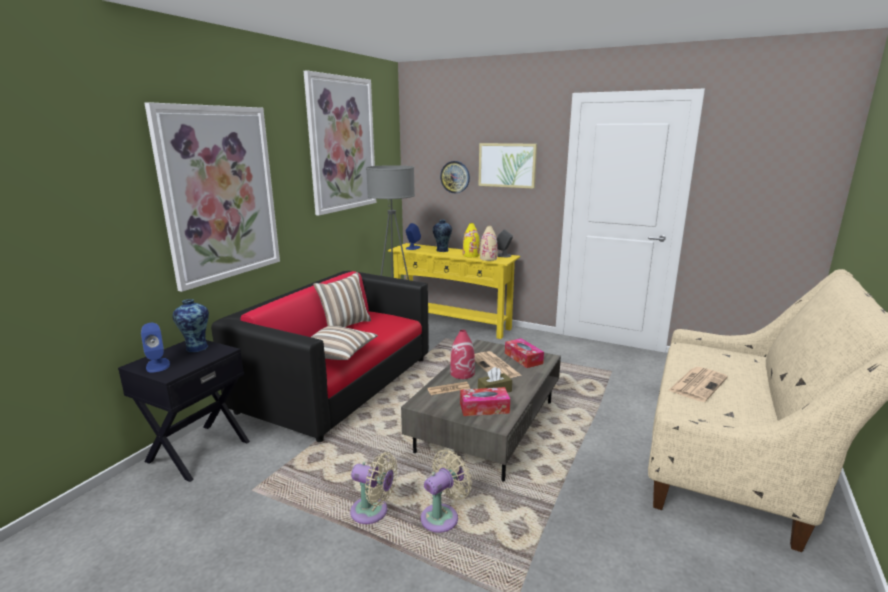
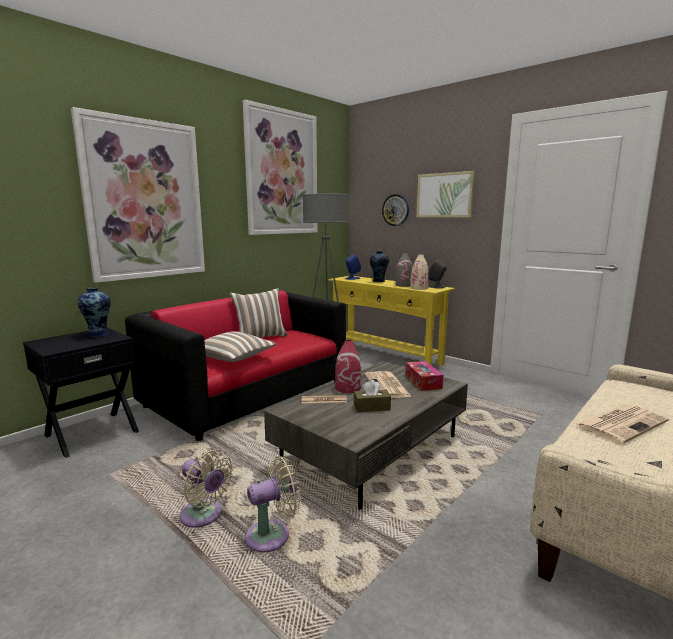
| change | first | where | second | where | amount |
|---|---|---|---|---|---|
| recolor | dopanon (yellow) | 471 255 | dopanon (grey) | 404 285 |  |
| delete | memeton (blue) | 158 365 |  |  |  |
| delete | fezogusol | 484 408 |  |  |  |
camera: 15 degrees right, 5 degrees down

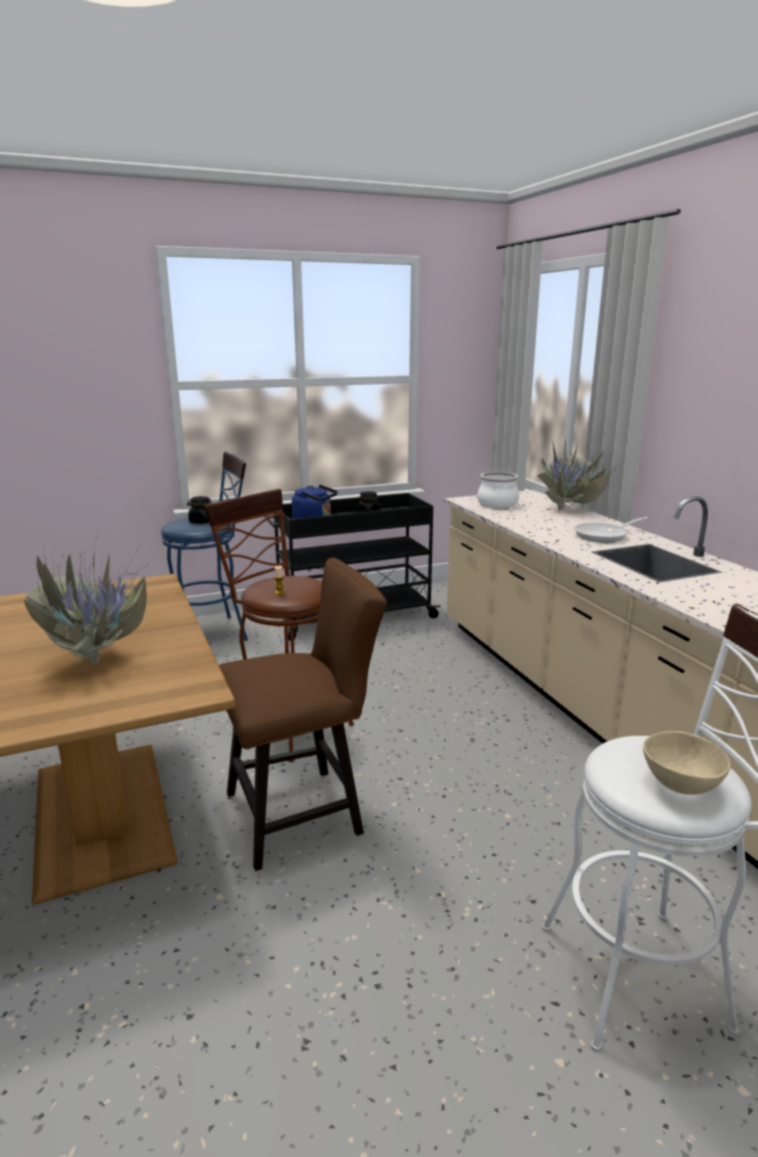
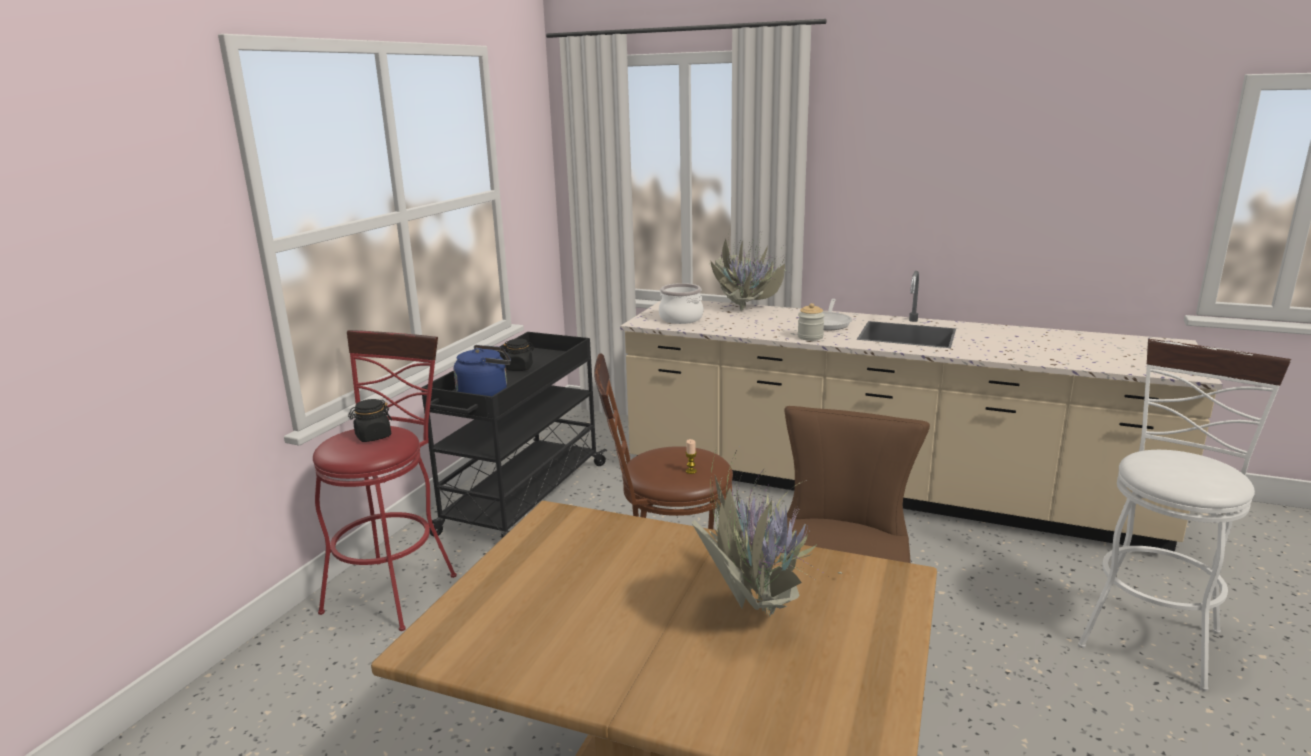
| change | first | where | second | where | amount |
|---|---|---|---|---|---|
| recolor | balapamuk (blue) | 214 632 | balapamuk (red) | 396 587 |  |
| insert |  |  | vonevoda | 810 337 |  |
| delete | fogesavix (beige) | 680 785 |  |  |  |
camera: 45 degrees left, 0 degrees up

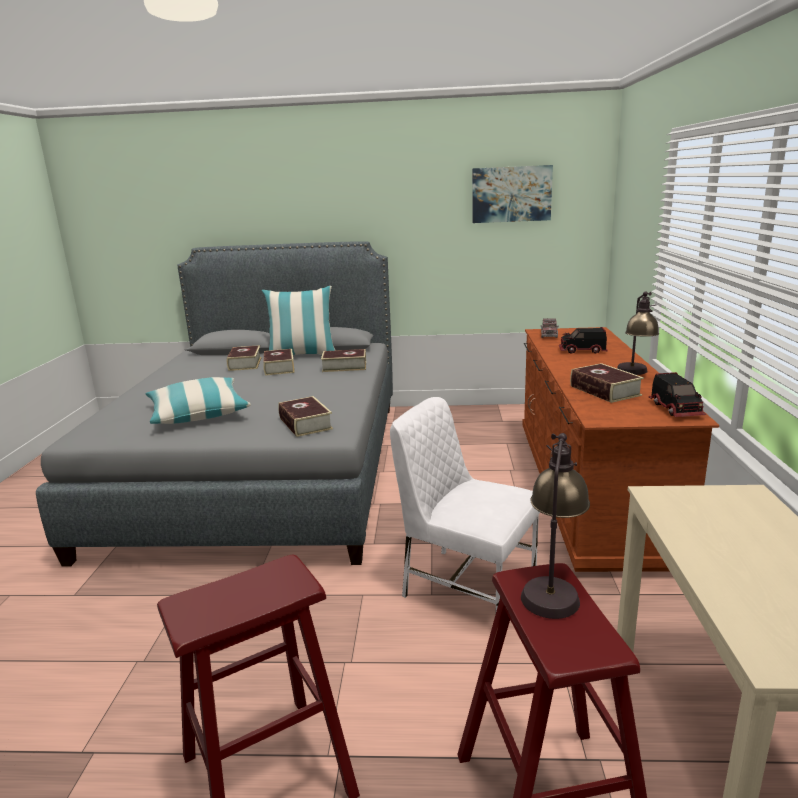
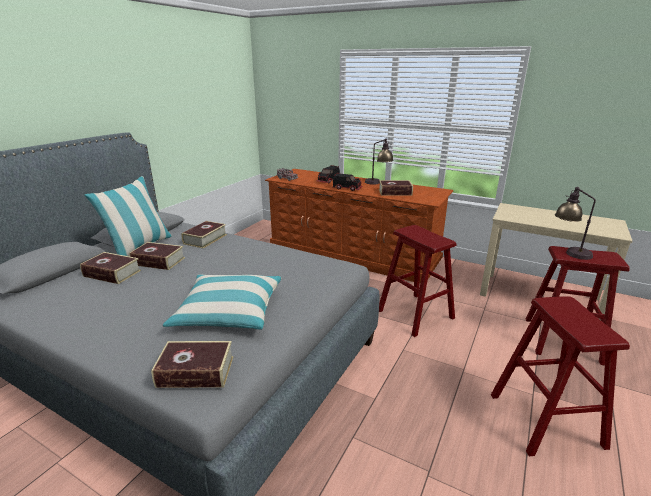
| change | first | where | second | where | amount |
|---|---|---|---|---|---|
| move | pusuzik | 305 423 |  | 196 372 |  |
| move | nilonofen | 676 409 |  | 347 188 |  |
| replace | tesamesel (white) | 467 586 | balapamuk (red) | 415 314 |  |
| delete | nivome | 511 194 |  |  |  |
camera: 65 degrees left, 5 degrees up

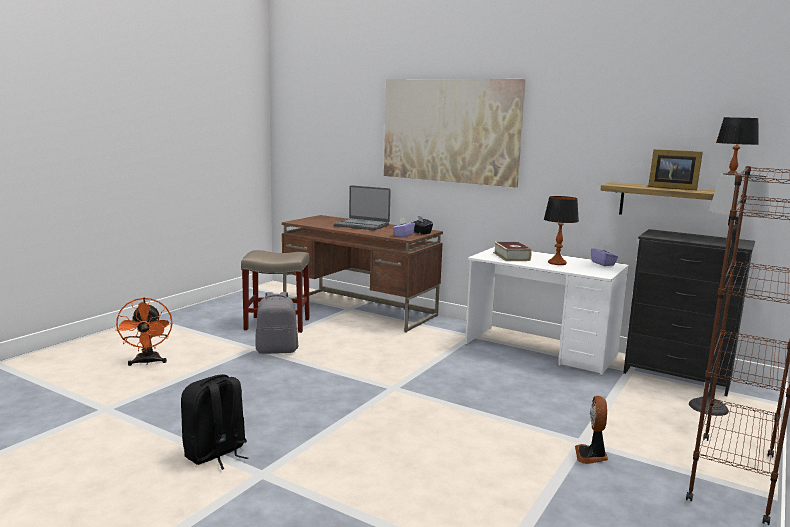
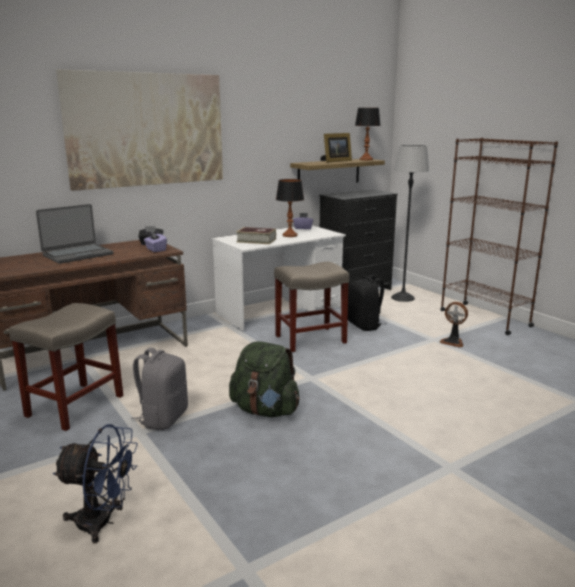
| change | first | where | second | where | amount |
|---|---|---|---|---|---|
| recolor | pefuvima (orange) | 147 362 | pefuvima (blue) | 103 522 |  |
| insert |  |  | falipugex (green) | 265 410 |  |
| insert |  |  | balapamuk (beige) | 309 339 |  |
| move | falipugex (black) | 215 454 |  | 365 325 |  |
camera: 65 degrees left, 5 degrees up

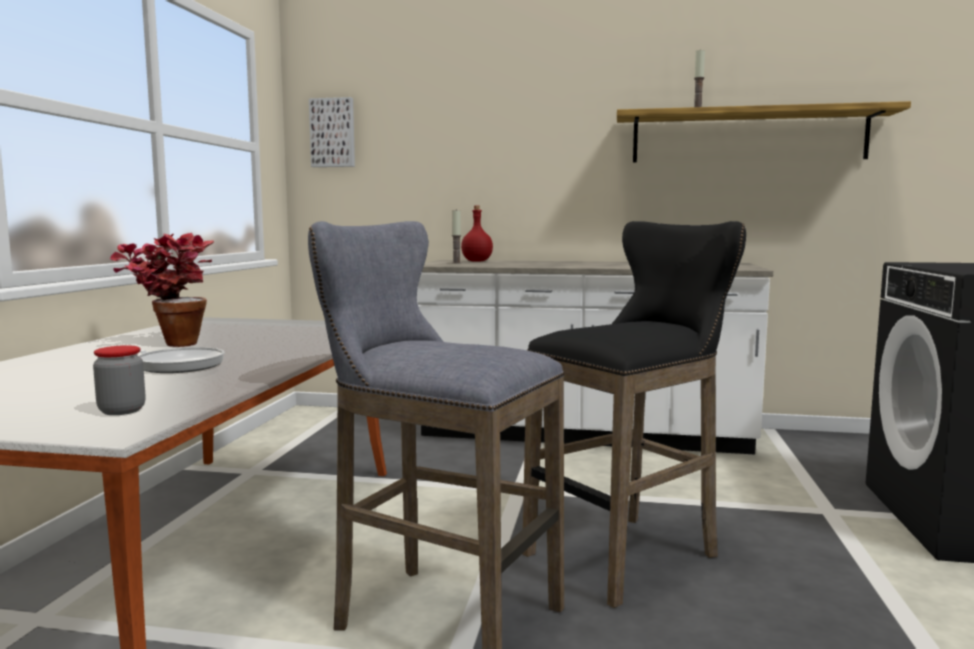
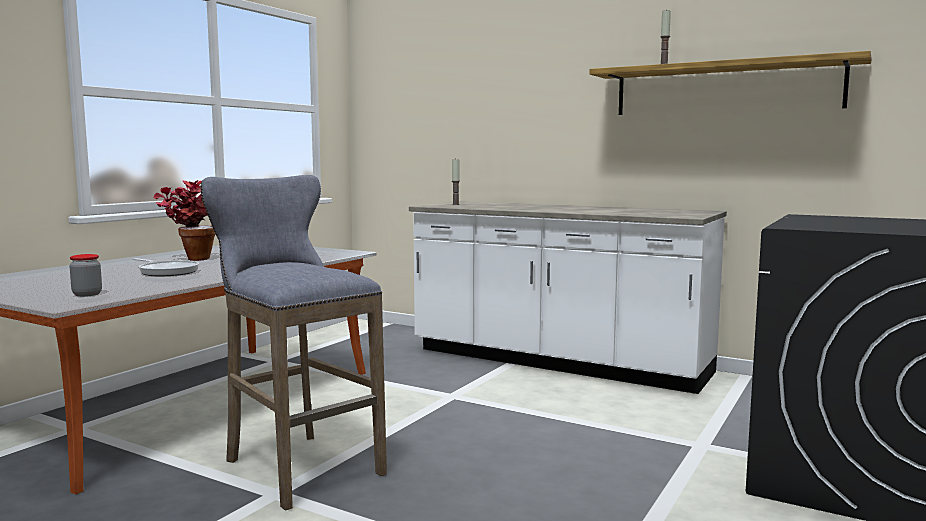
| change | first | where | second | where | amount |
|---|---|---|---|---|---|
| delete | nivome | 333 133 |  |  |  |
| delete | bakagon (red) | 476 261 |  |  |  |
| delete | balapamuk (black) | 629 553 |  |  |  |
camera: 20 degrees right, 0 degrees up

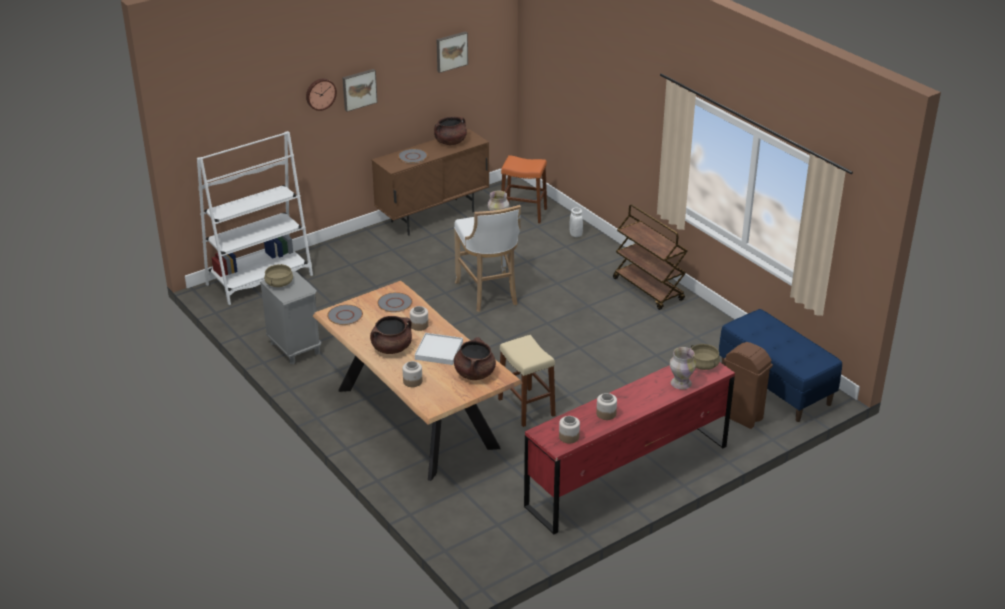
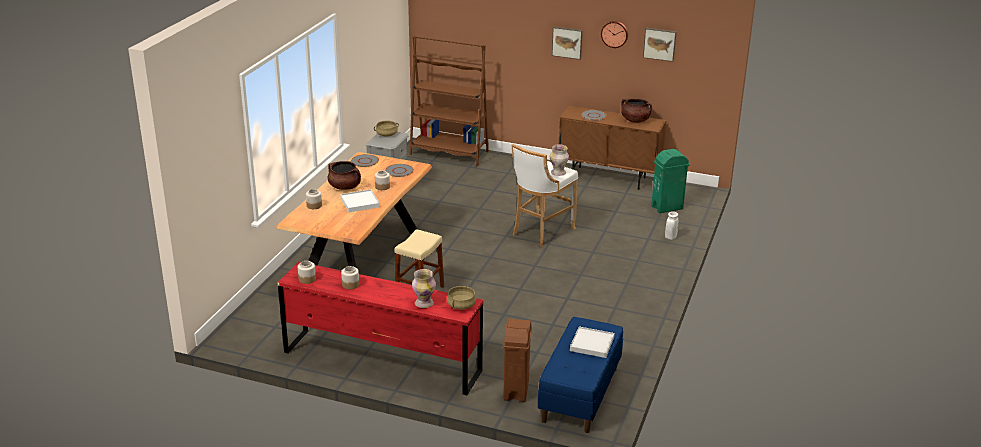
| change | first | where | second | where | amount |
|---|---|---|---|---|---|
| recolor | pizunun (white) | 260 280 | pizunun (brown) | 449 153 |  |
| insert |  |  | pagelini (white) | 592 344 |  |
| move | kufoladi | 320 93 |  | 614 34 |  |
| replace | balapamuk (orange) | 523 213 | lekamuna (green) | 667 208 |  |
| delete | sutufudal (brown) | 474 373 |  |  |  |
| delete | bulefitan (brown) | 648 289 |  |  |  |
camera: 55 degrees right, 5 degrees down

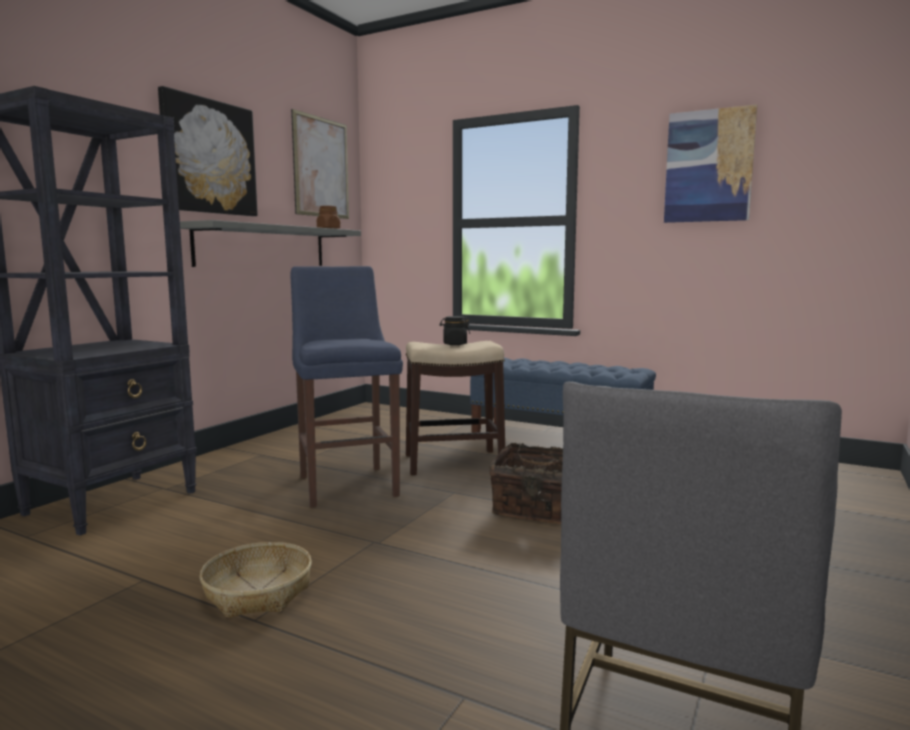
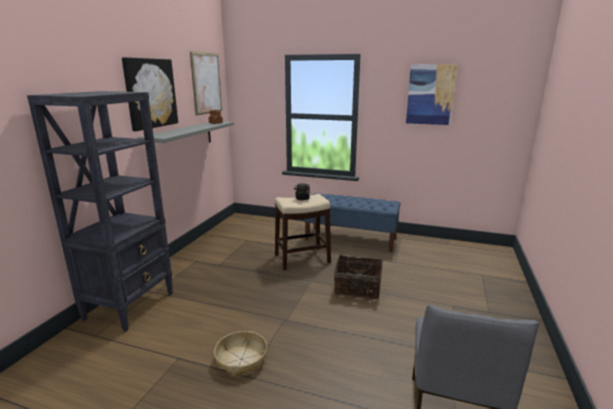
| change | first | where | second | where | amount |
|---|---|---|---|---|---|
| delete | balapamuk (blue) | 347 484 |  |  |  |
camera: 10 degrees left, 10 degrees up

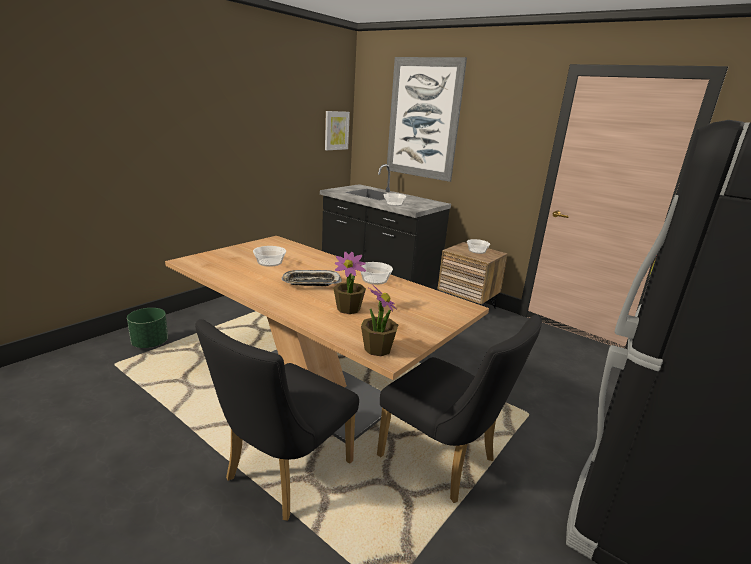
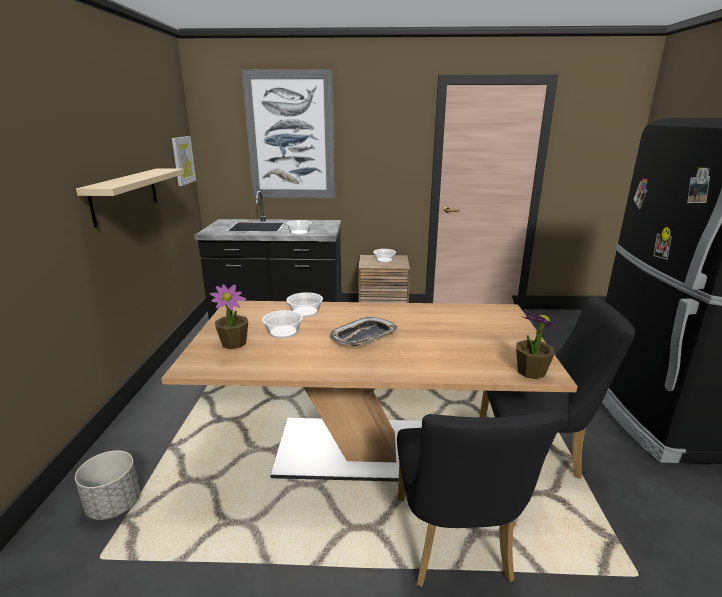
| change | first | where | second | where | amount |
|---|---|---|---|---|---|
| recolor | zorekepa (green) | 150 343 | zorekepa (grey) | 114 505 |  |
| insert |  |  | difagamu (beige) | 125 195 |  |
| move | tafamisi | 348 309 |  | 234 343 |  |
| move | fogesavix | 374 279 |  | 304 311 |  |
camera: 35 degrees left, 0 degrees up

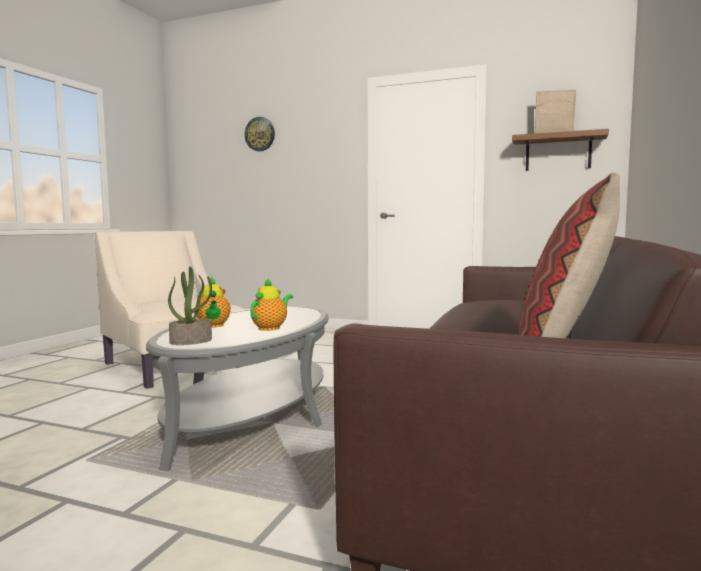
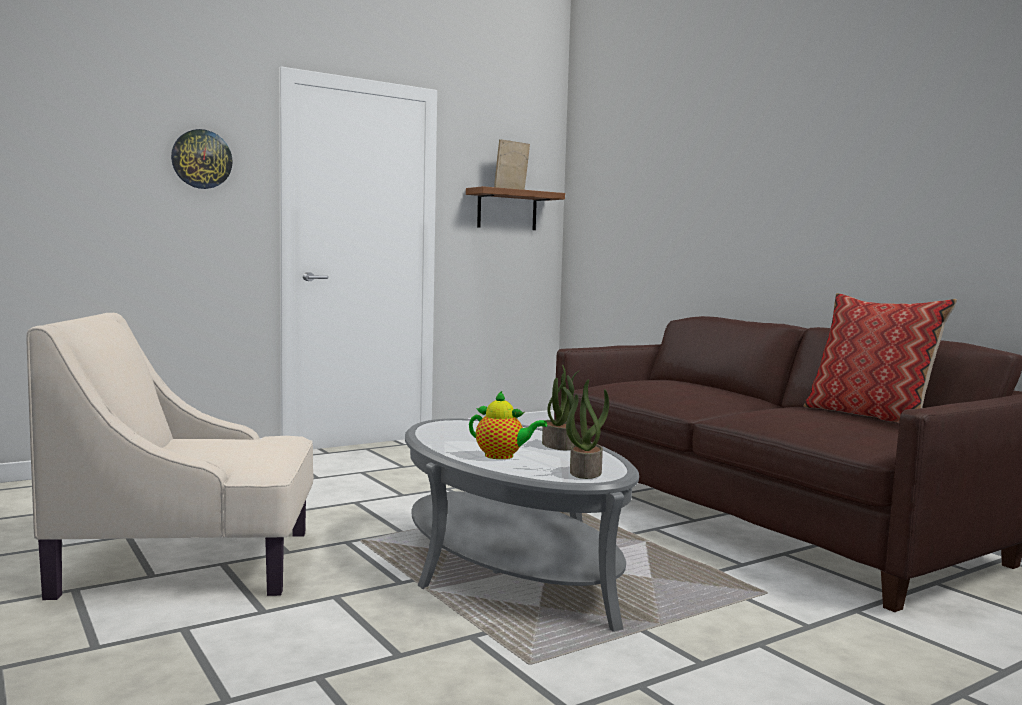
| change | first | where | second | where | amount |
|---|---|---|---|---|---|
| move | kufoladi | 260 134 |  | 201 159 |  |
| replace | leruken | 271 328 | tafamisi | 558 445 |  |
camera: 55 degrees left, 0 degrees up

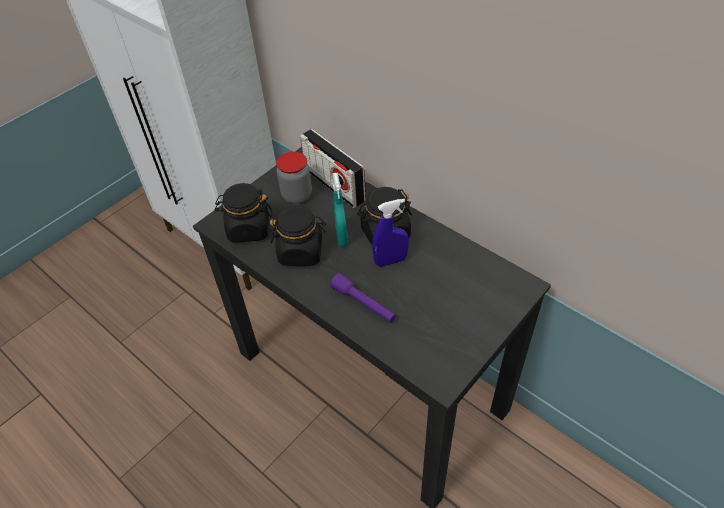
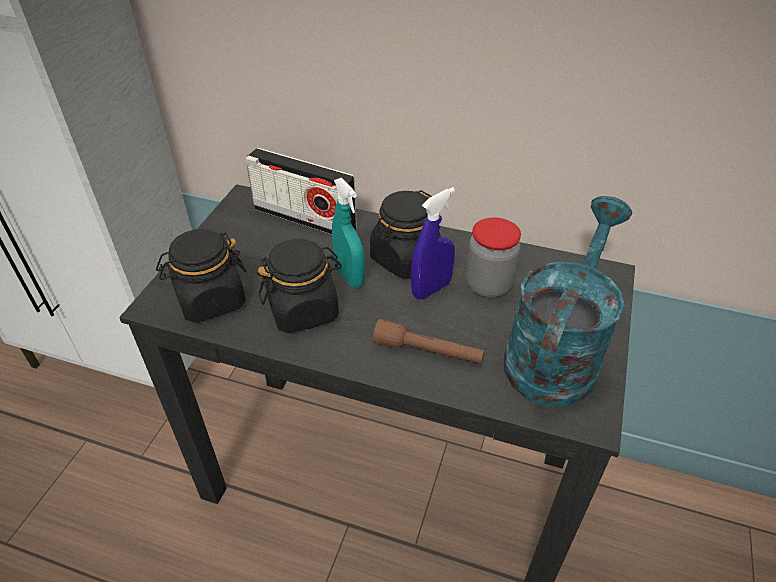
| change | first | where | second | where | amount |
|---|---|---|---|---|---|
| recolor | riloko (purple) | 364 304 | riloko (brown) | 428 352 |  |
| move | vonevoda | 297 195 |  | 488 285 |  |
| insert |  |  | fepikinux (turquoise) | 556 352 |  |
camera: 25 degrees left, 5 degrees down

